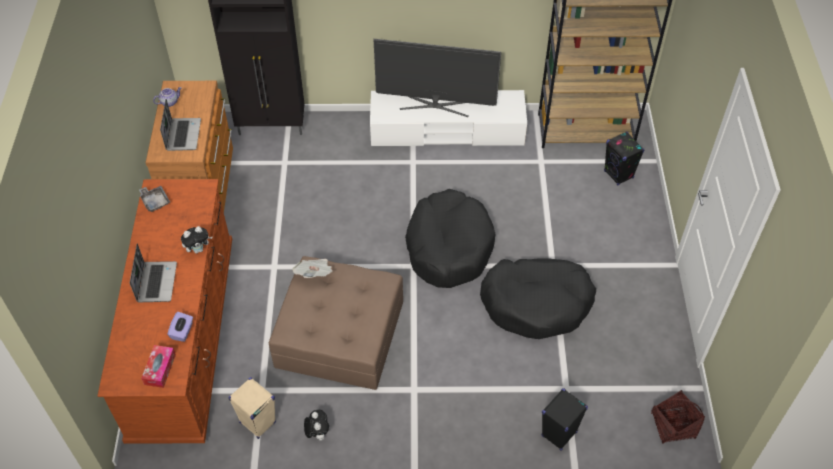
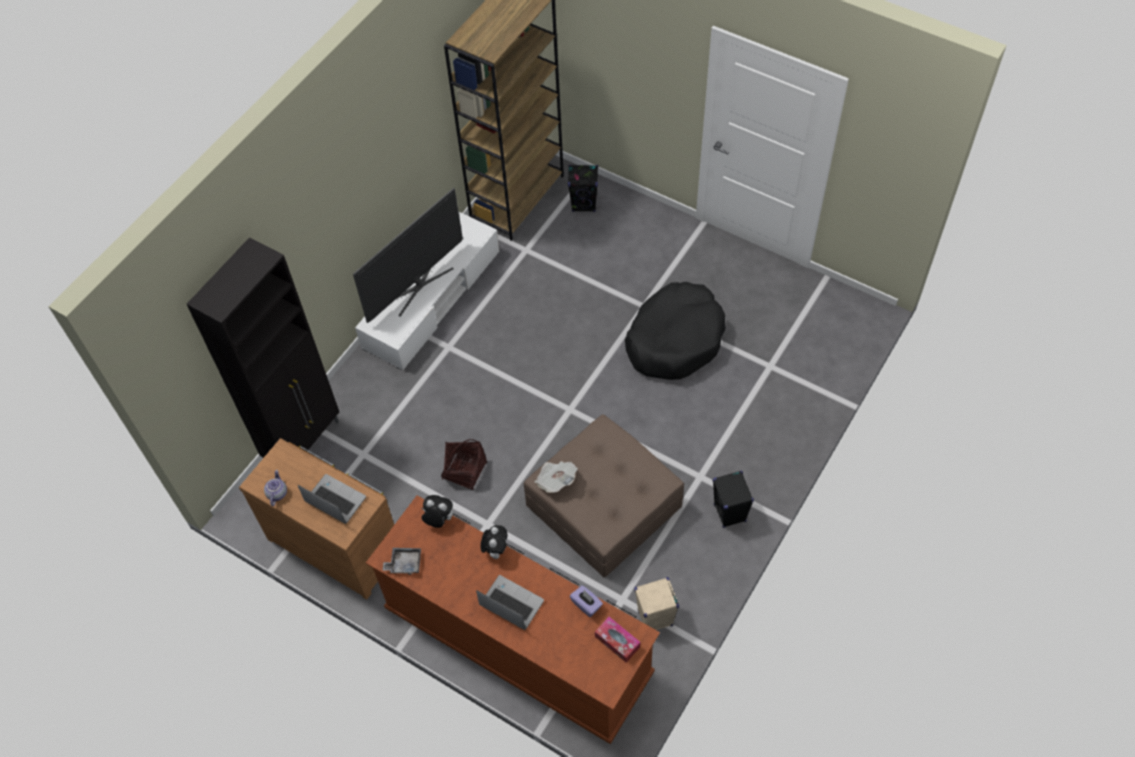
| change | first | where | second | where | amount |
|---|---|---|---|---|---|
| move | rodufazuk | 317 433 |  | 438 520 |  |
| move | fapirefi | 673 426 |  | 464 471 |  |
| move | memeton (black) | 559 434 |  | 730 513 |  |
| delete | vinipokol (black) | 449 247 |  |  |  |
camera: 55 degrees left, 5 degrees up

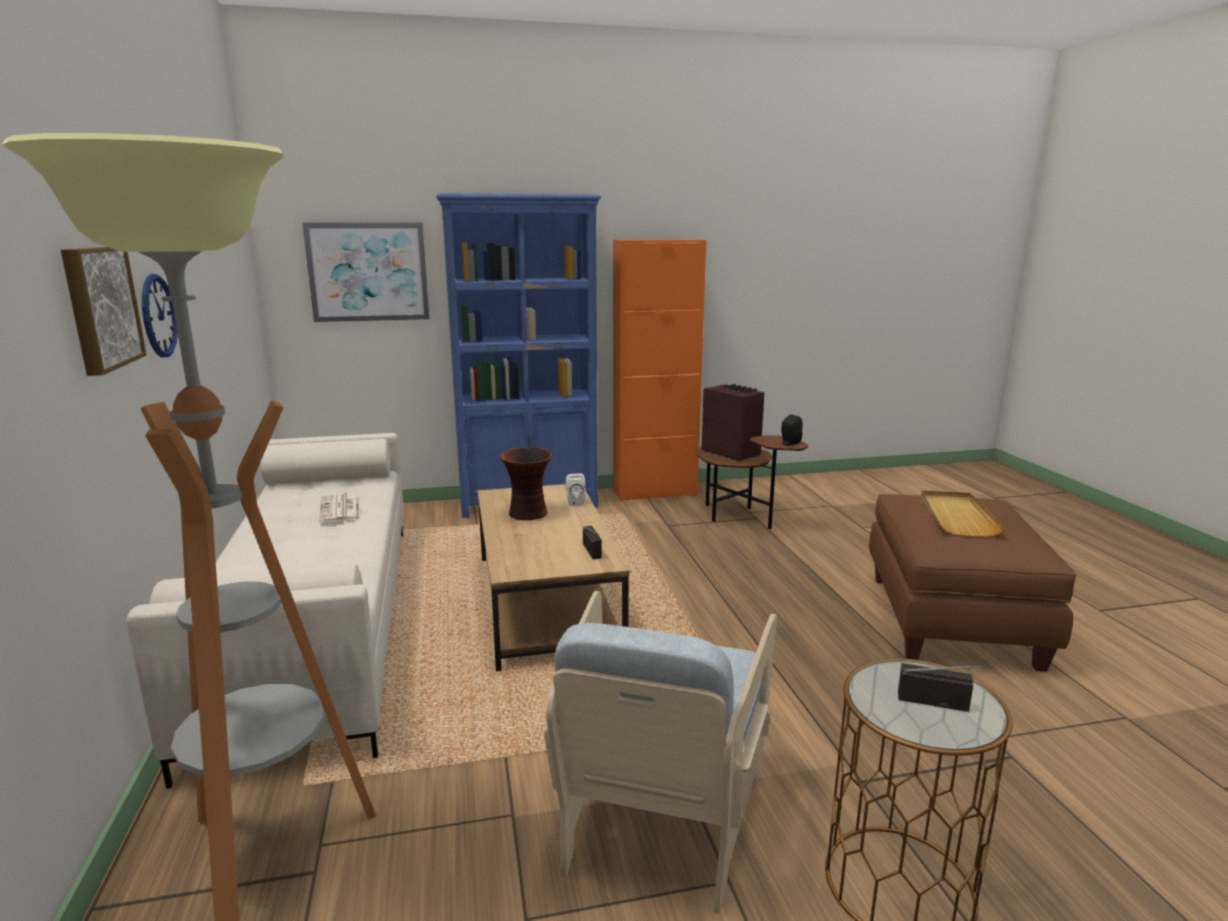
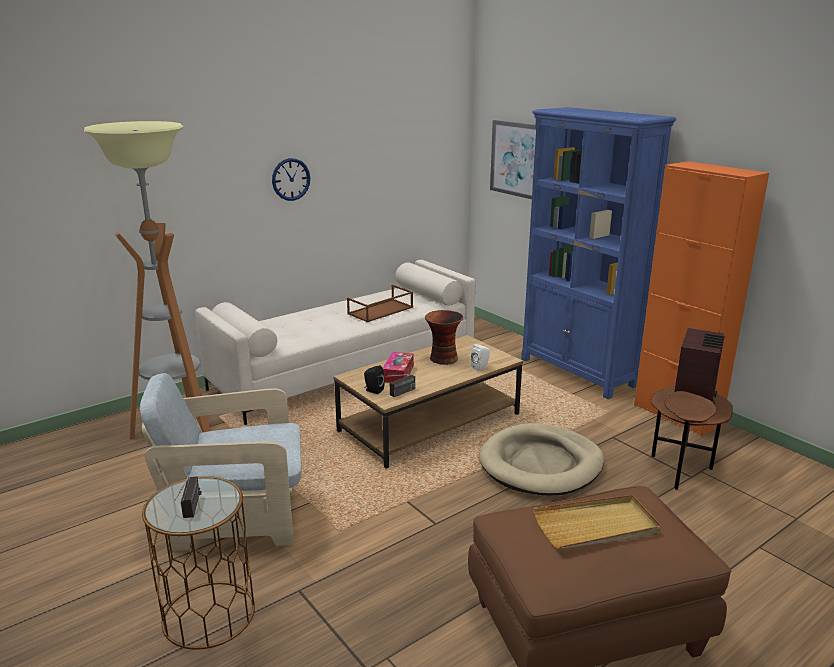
| change | first | where | second | where | amount |
|---|---|---|---|---|---|
| replace | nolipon | 341 509 | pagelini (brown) | 380 311 |  |
| move | memeton (black) | 789 443 |  | 373 390 |  |
| insert |  |  | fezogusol | 398 374 |  |
| insert |  |  | vinipokol (beige) | 541 464 |  |
| delete | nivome | 99 307 |  |  |  |
camera: 65 degrees right, 5 degrees up

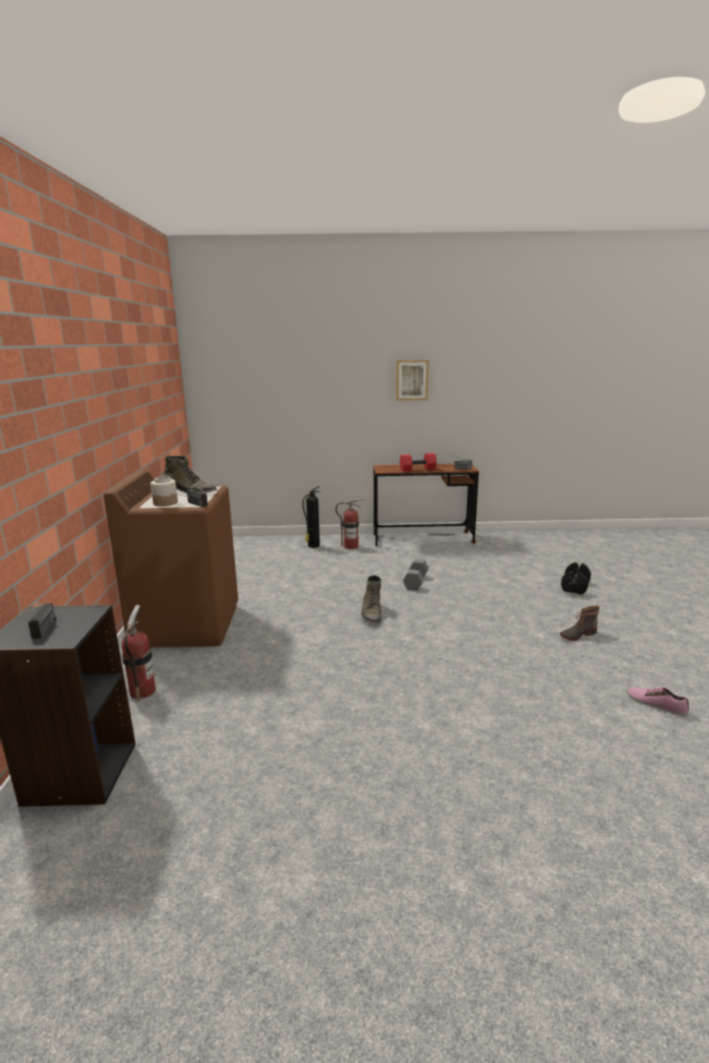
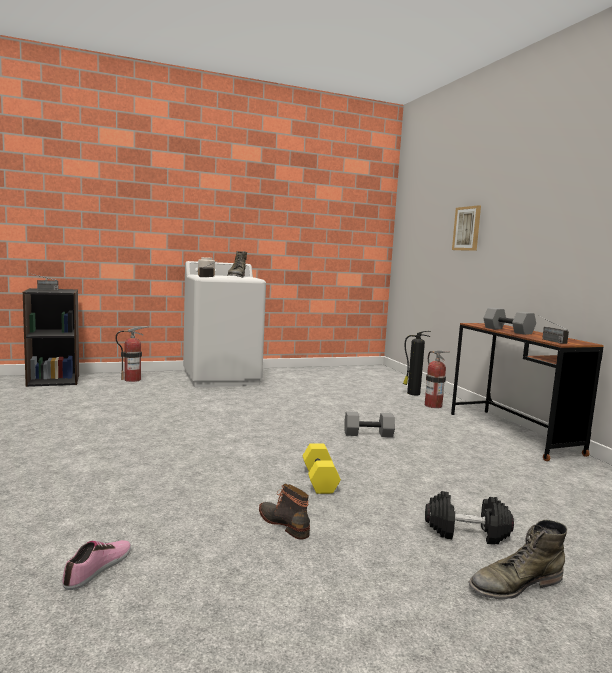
| change | first | where | second | where | amount |
|---|---|---|---|---|---|
| recolor | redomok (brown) | 187 624 | redomok (white) | 222 378 |  |
| insert |  |  | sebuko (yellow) | 320 480 |  |
| move | nivome | 411 380 |  | 467 228 |  |
| move | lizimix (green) | 371 613 |  | 514 584 |  |
| recolor | sebuko (red) | 417 469 | sebuko (grey) | 507 330 |  |
camera: 70 degrees right, 10 degrees down

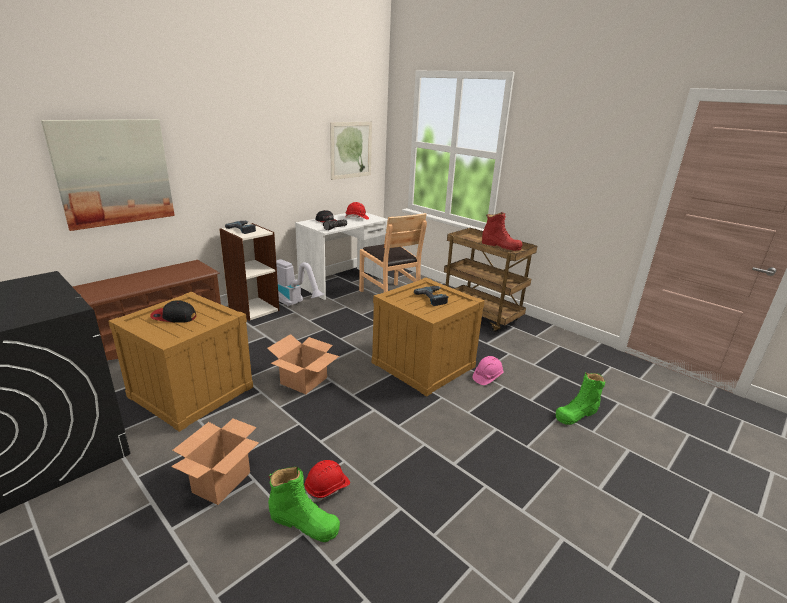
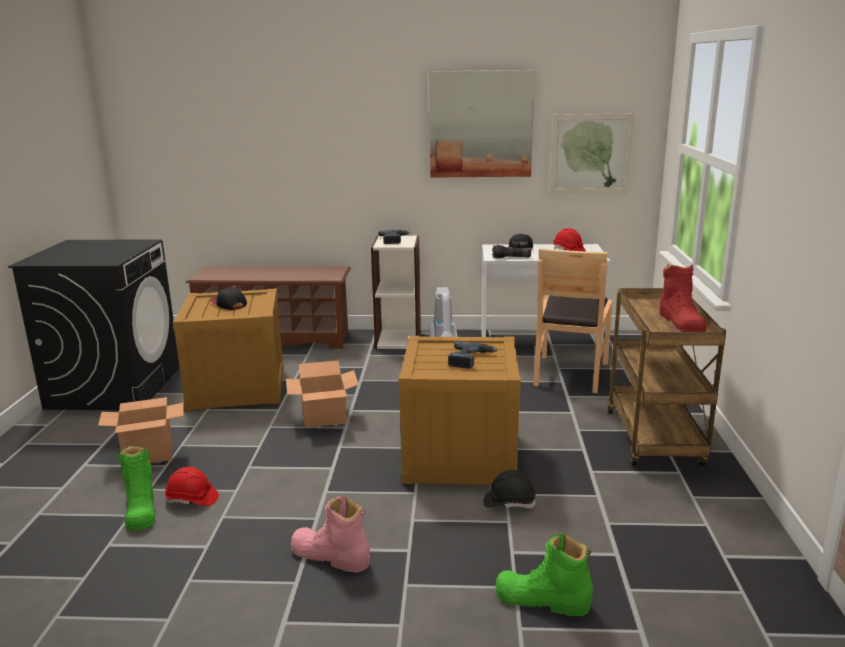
| change | first | where | second | where | amount |
|---|---|---|---|---|---|
| insert |  |  | lizimix (pink) | 330 556 |  |
| move | nivome | 114 173 |  | 480 124 |  |
| recolor | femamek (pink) | 487 377 | femamek (black) | 509 502 |  |
camera: 50 degrees right, 5 degrees down

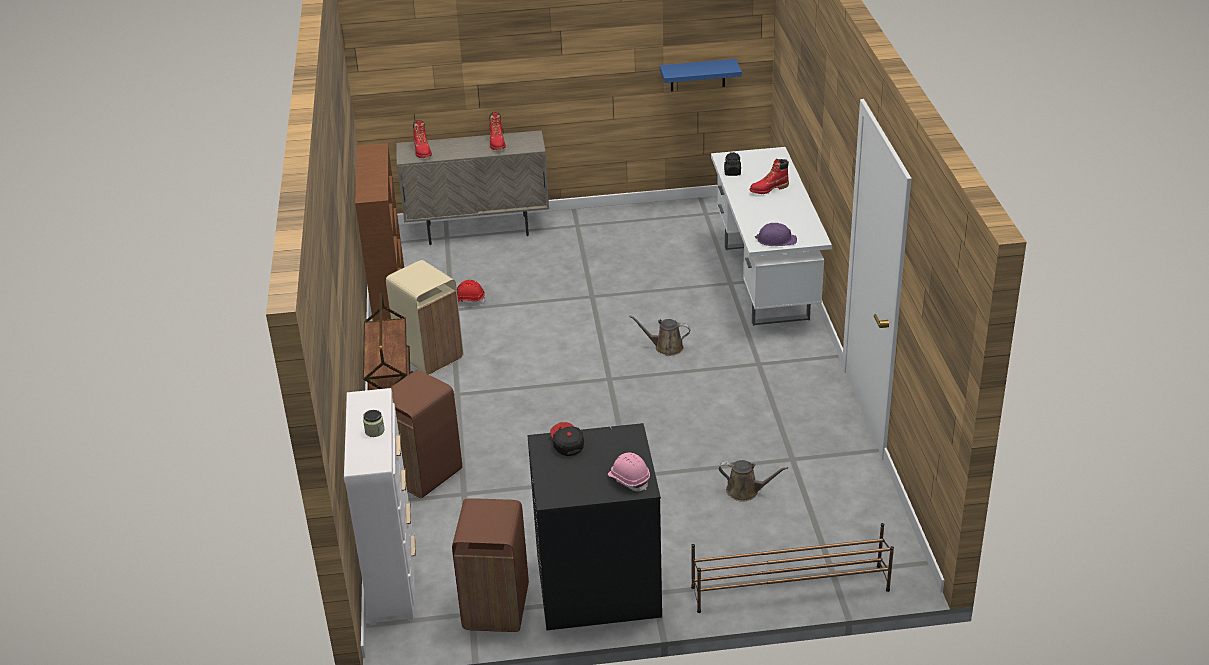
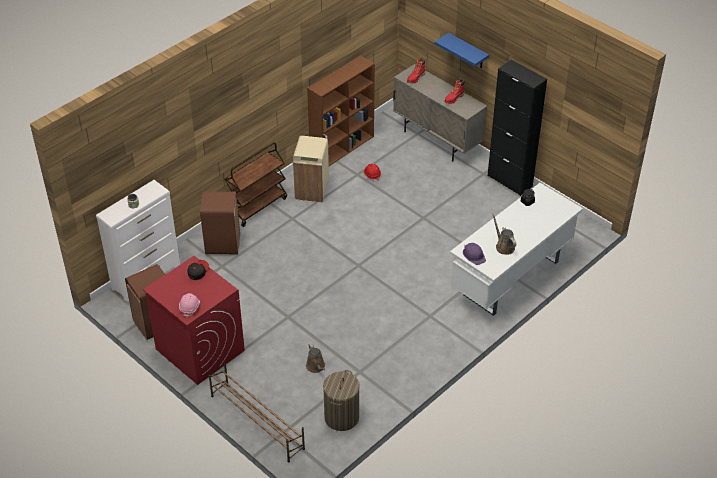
| change | first | where | second | where | amount |
|---|---|---|---|---|---|
| recolor | redomok (black) | 597 585 | redomok (red) | 199 349 |  |
| insert |  |  | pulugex | 341 417 |  |
| move | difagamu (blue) | 697 75 |  | 468 51 |  |
| insert |  |  | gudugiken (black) | 509 181 |  |
| move | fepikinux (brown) | 666 347 |  | 504 246 |  |
| delete | lizimix (red) | 769 189 |  |  |  |
camera: 50 degrees right, 10 degrees up

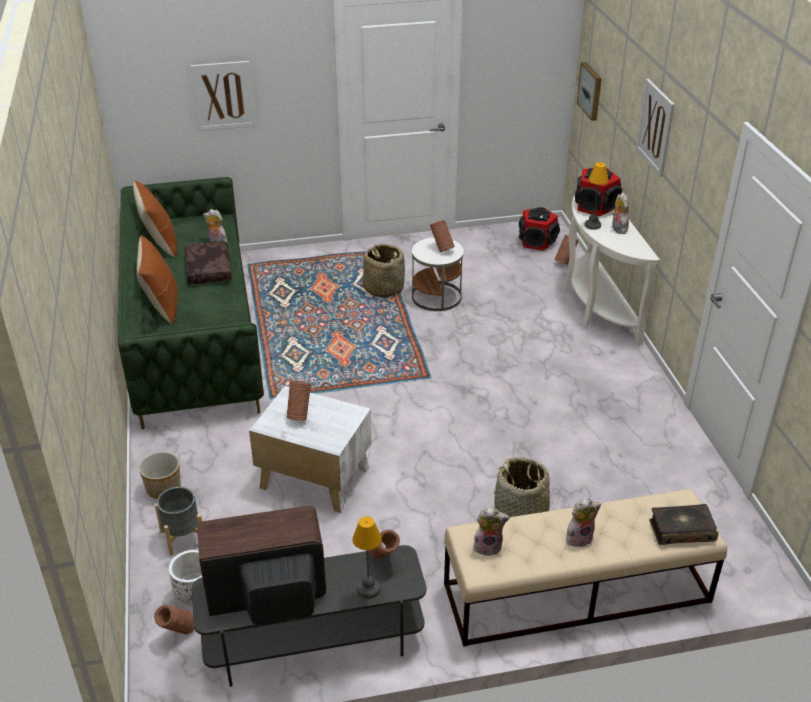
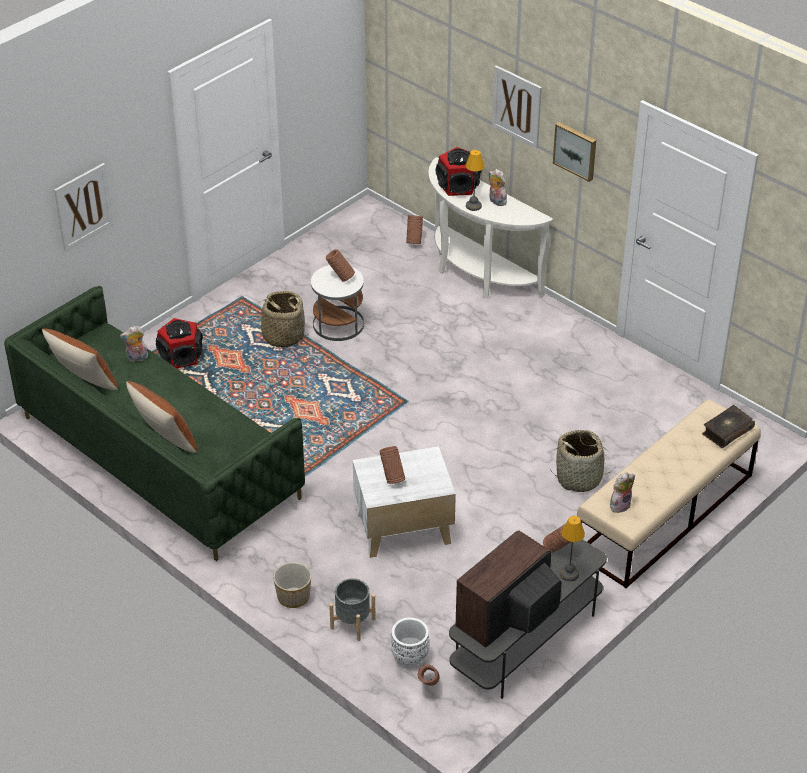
| change | first | where | second | where | amount |
|---|---|---|---|---|---|
| move | memeton | 537 242 |  | 181 356 |  |
| move | nivome | 591 90 |  | 576 150 |  |
| delete | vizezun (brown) | 207 269 |  |  |  |
| delete | rodufazuk | 579 537 |  |  |  |
camera: 35 degrees left, 5 degrees up

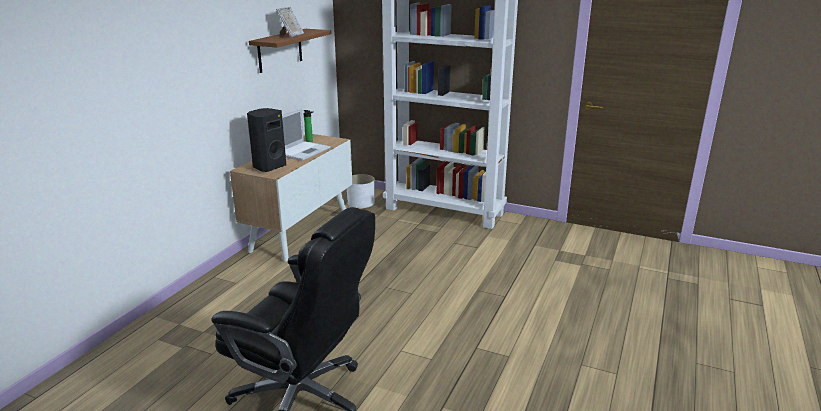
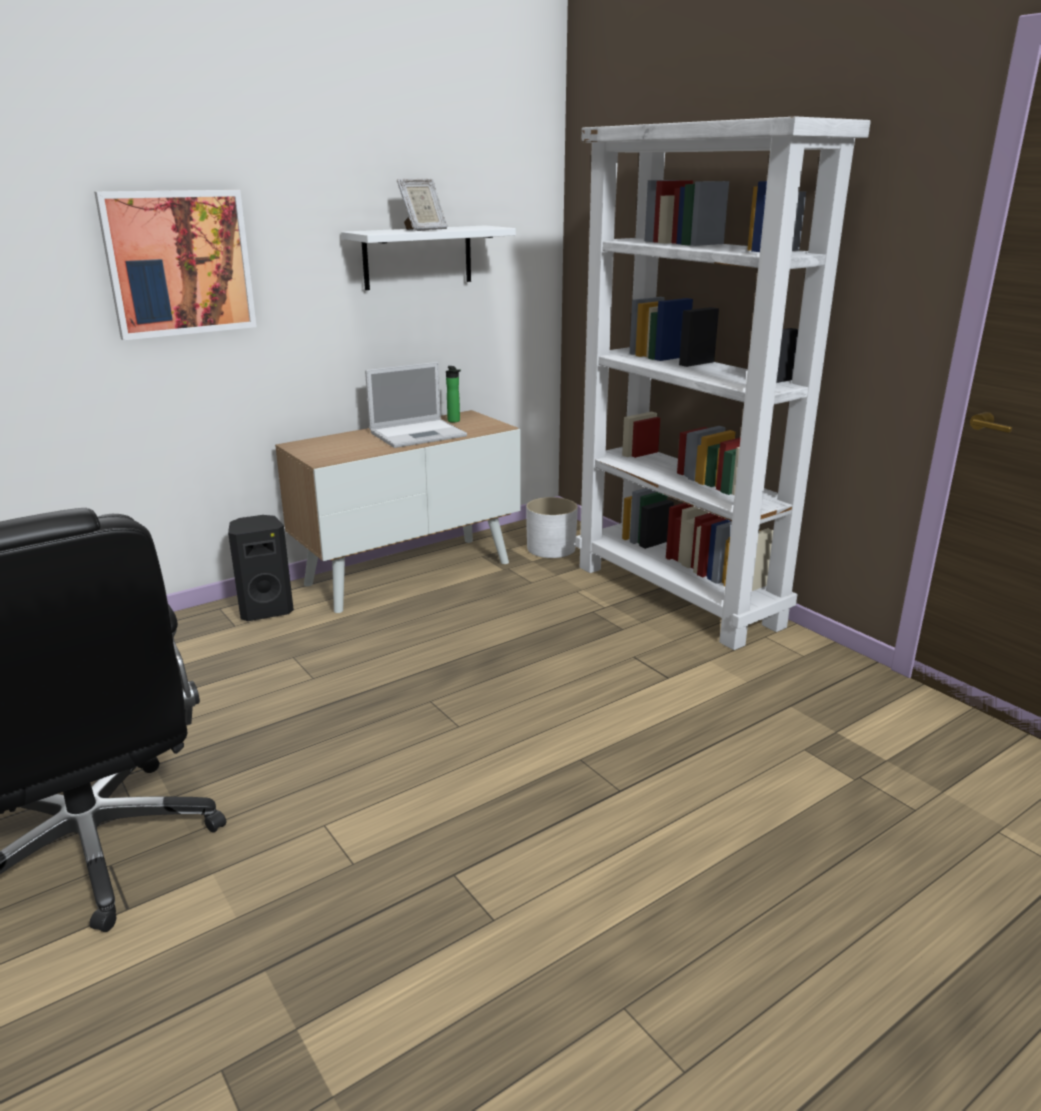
| change | first | where | second | where | amount |
|---|---|---|---|---|---|
| insert |  |  | nivome | 179 263 |  |
| move | memeton (black) | 269 167 |  | 265 610 |  |
| recolor | difagamu (brown) | 280 50 | difagamu (white) | 418 257 |  |
camera: 30 degrees right, 0 degrees up

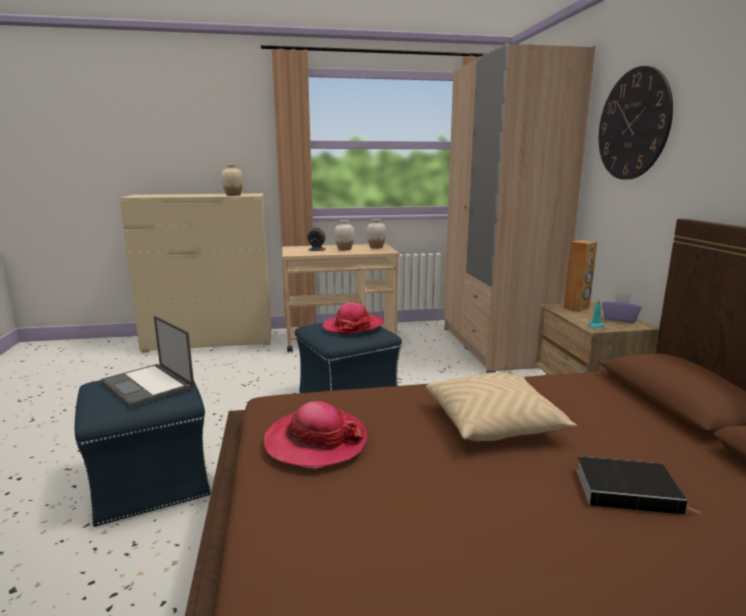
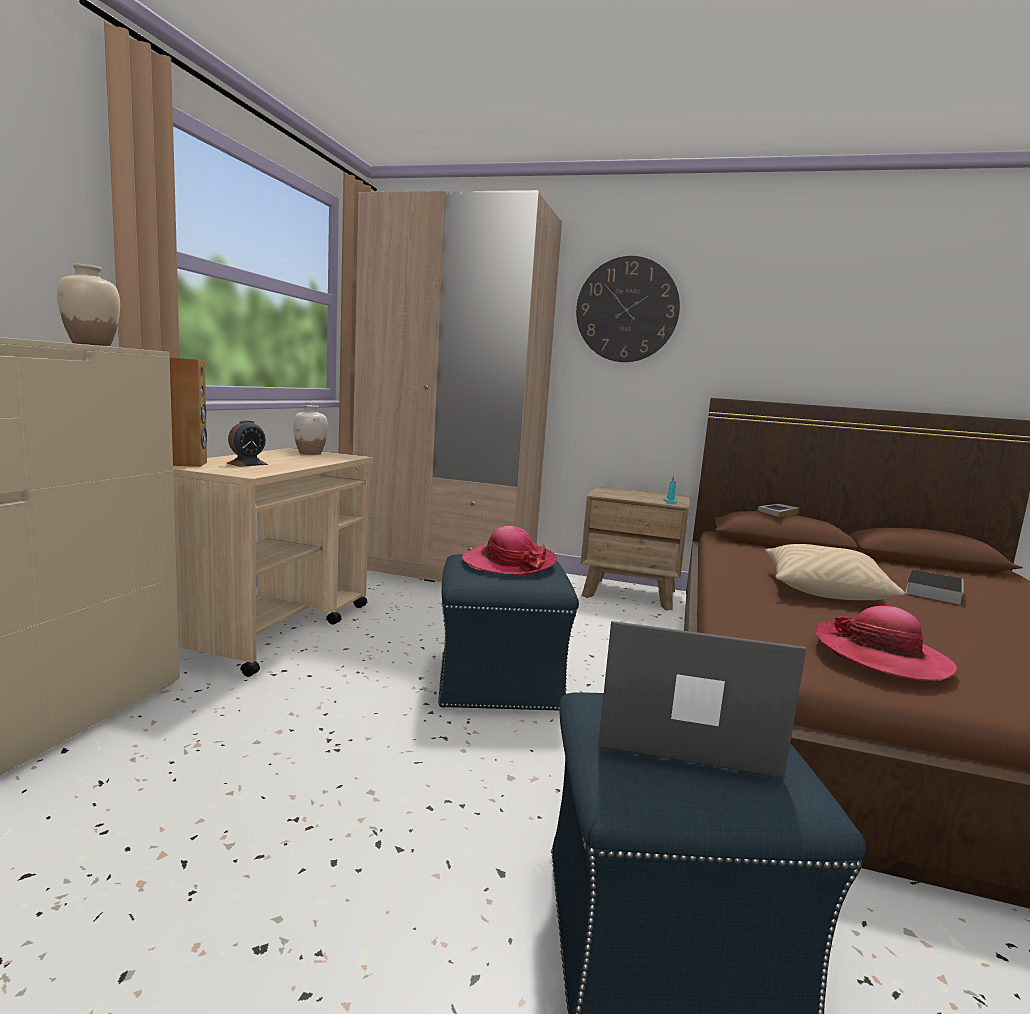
| change | first | where | second | where | amount |
|---|---|---|---|---|---|
| move | memeton (brown) | 577 308 |  | 190 464 |  |
| rotate | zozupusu | 148 385 |  | 681 726 | 150 degrees counterclockwise |
| insert |  |  | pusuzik | 777 513 |  |
| delete | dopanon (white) | 344 249 |  |  |  |
| delete | fezogusol (purple) | 619 319 |  |  |  |
camera: 65 degrees left, 5 degrees down

